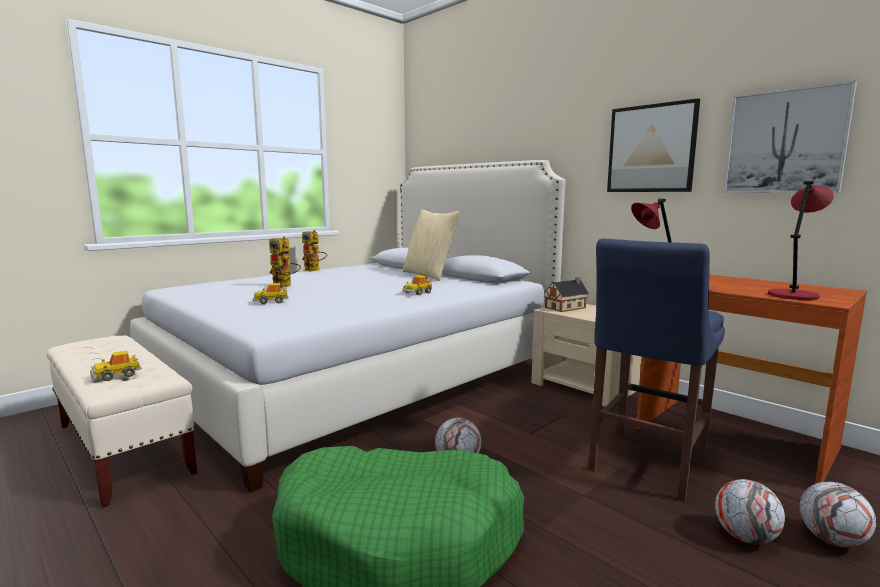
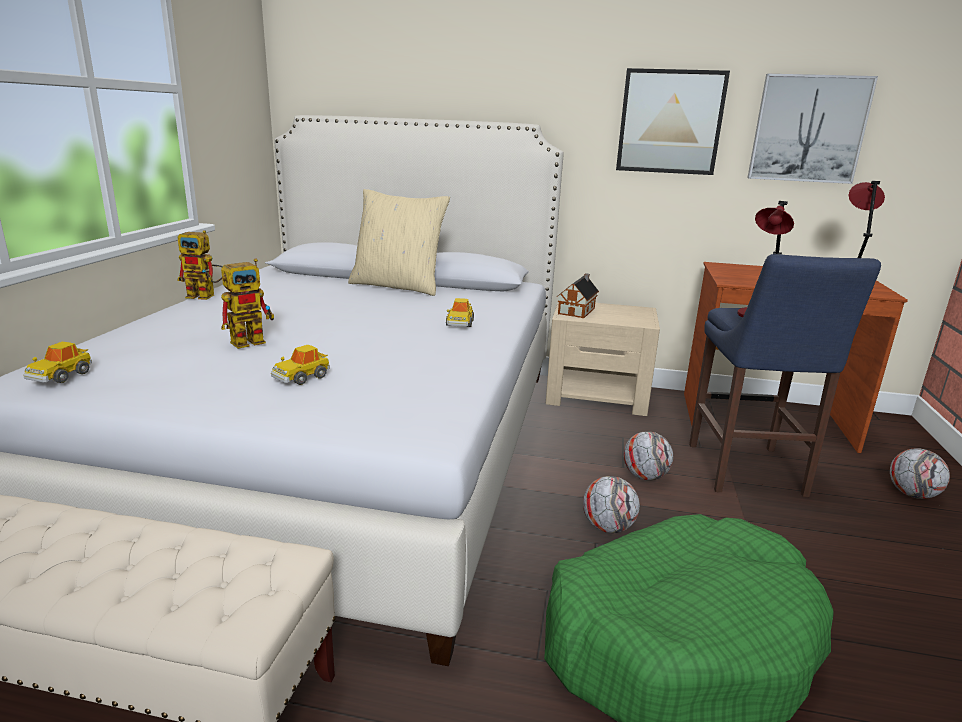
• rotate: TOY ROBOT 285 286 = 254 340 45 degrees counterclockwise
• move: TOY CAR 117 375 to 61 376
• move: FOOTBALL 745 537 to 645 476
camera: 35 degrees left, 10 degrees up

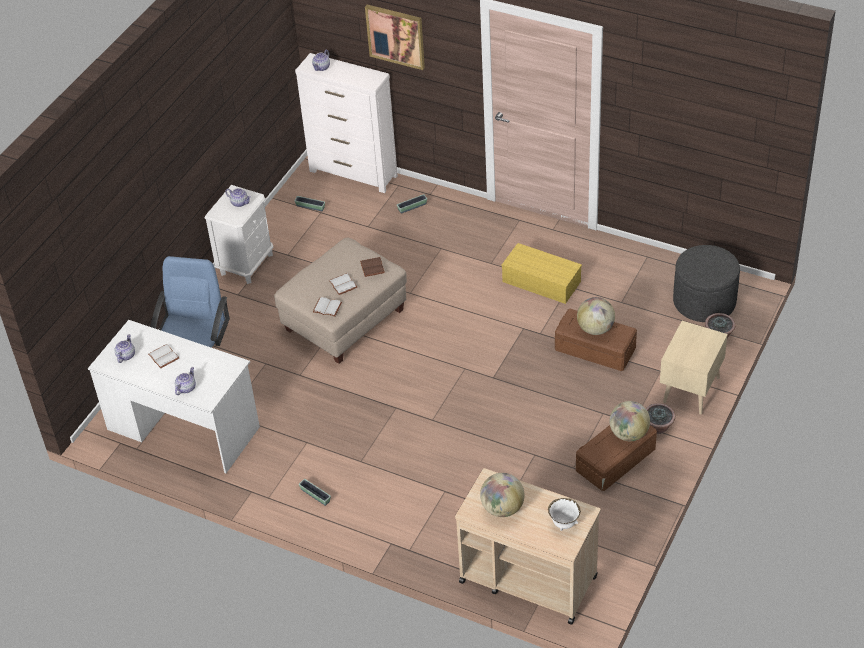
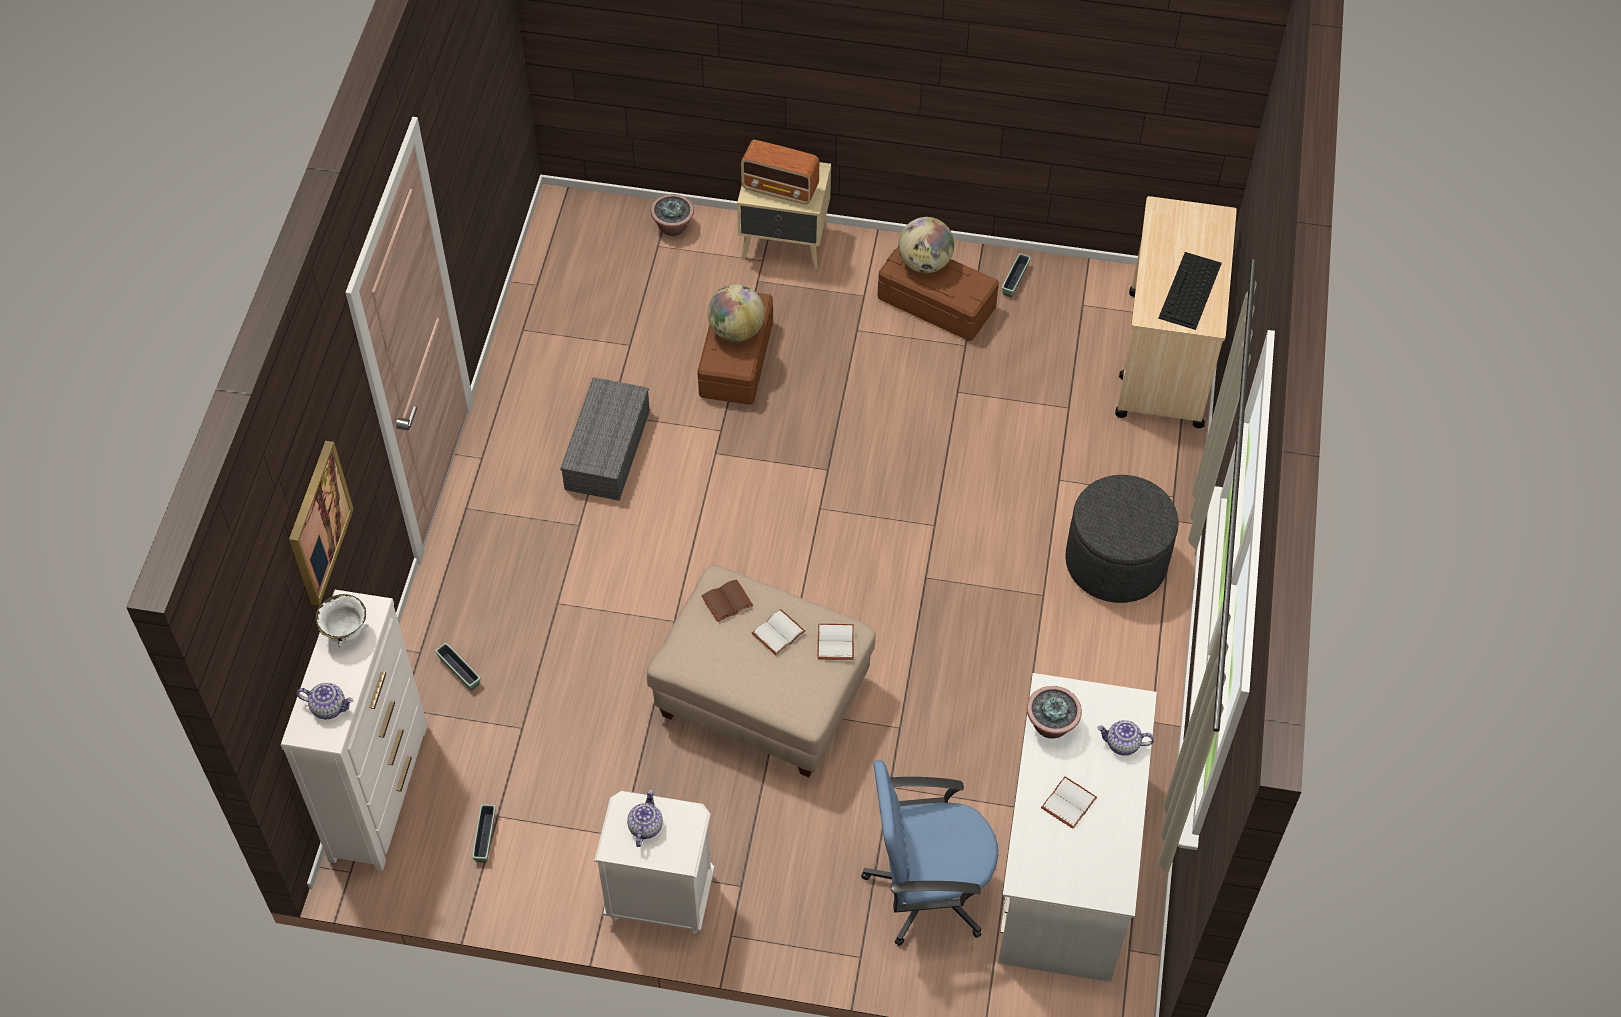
• recolor: YELLOW STORAGE BOX 540 282 to GREY STORAGE BOX 608 451
• move: GREY OTTOMAN 704 302 to 1115 562
• delete: TEAPOT 126 355
• move: POTTED PLANT 658 427 to 1050 725
• replace: GLOBE 502 508 to KEYBOARD 1190 291
• move: PLANTER 315 495 to 1015 280
• move: WHITE BOWL 564 523 to 346 633
• insert: RADIO 781 189
camera: 110 degrees left, 10 degrees up

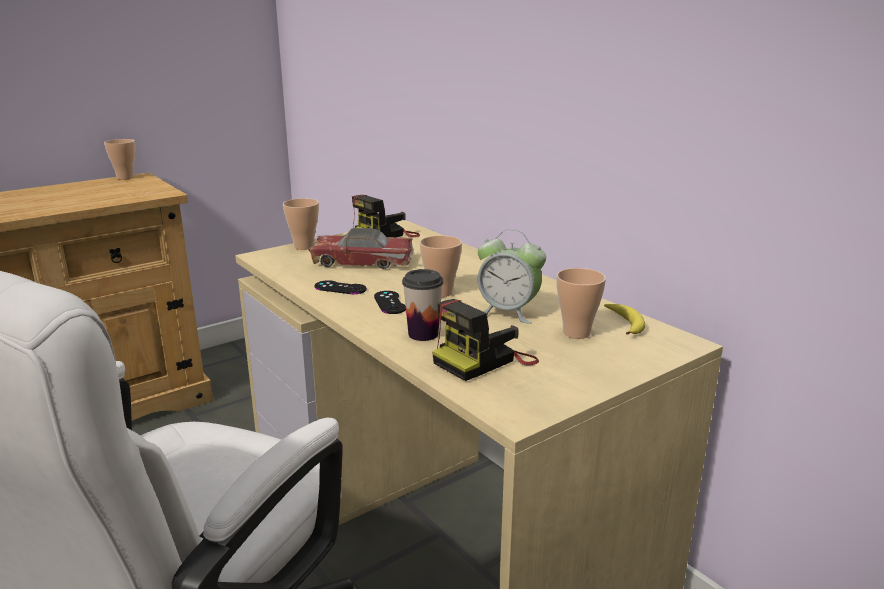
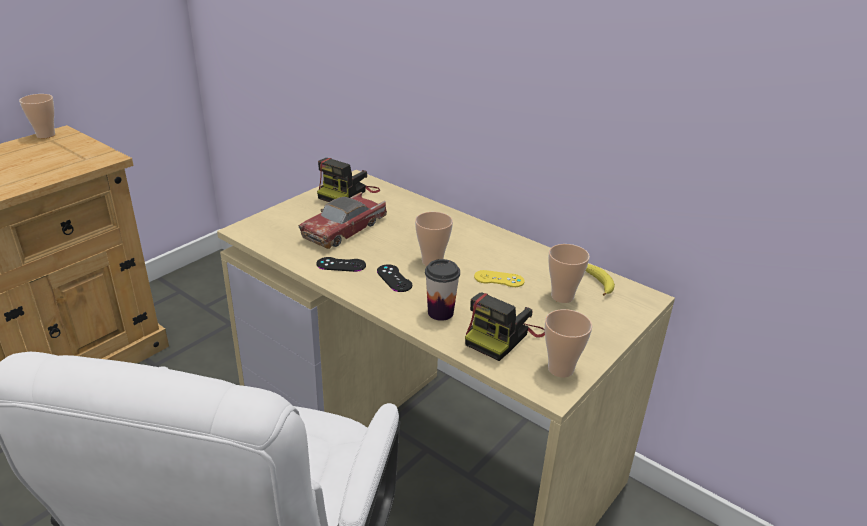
• move: CUP 304 246 to 560 369
• rotate: TOY CAR 362 262 = 344 229 45 degrees counterclockwise
• replace: ALARM CLOCK 508 312 to YELLOW GAME CONTROLLER 499 279
camera: 15 degrees left, 10 degrees up

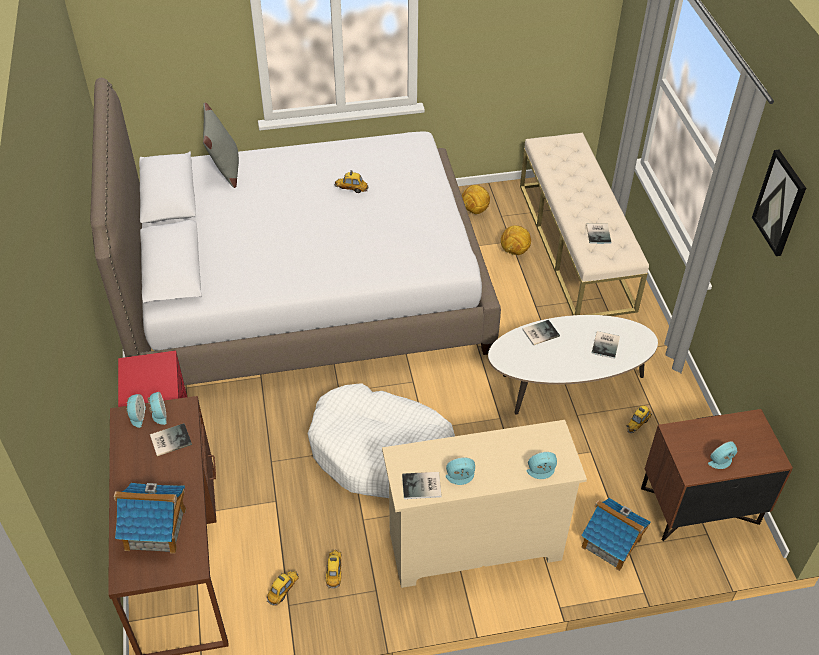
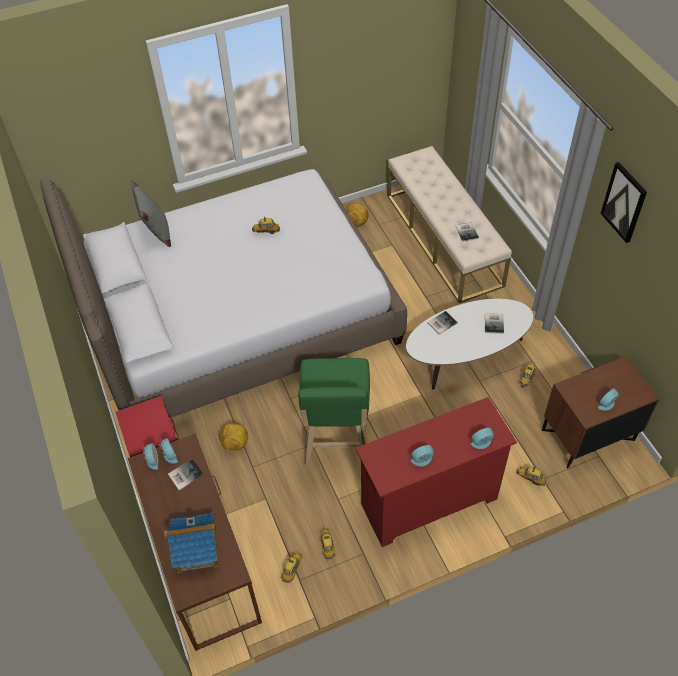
• move: FOOTBALL 515 251 to 235 444
• replace: WHITE DOG BED 380 452 to GREEN STOOL 336 441
• recolor: BEIGE DRESSER 474 546 to RED DRESSER 428 502
• delete: BOOK 422 487
• replace: TOY HOUSE 611 543 to TOY CAR 530 478
camera: 10 degrees left, 5 degrees up

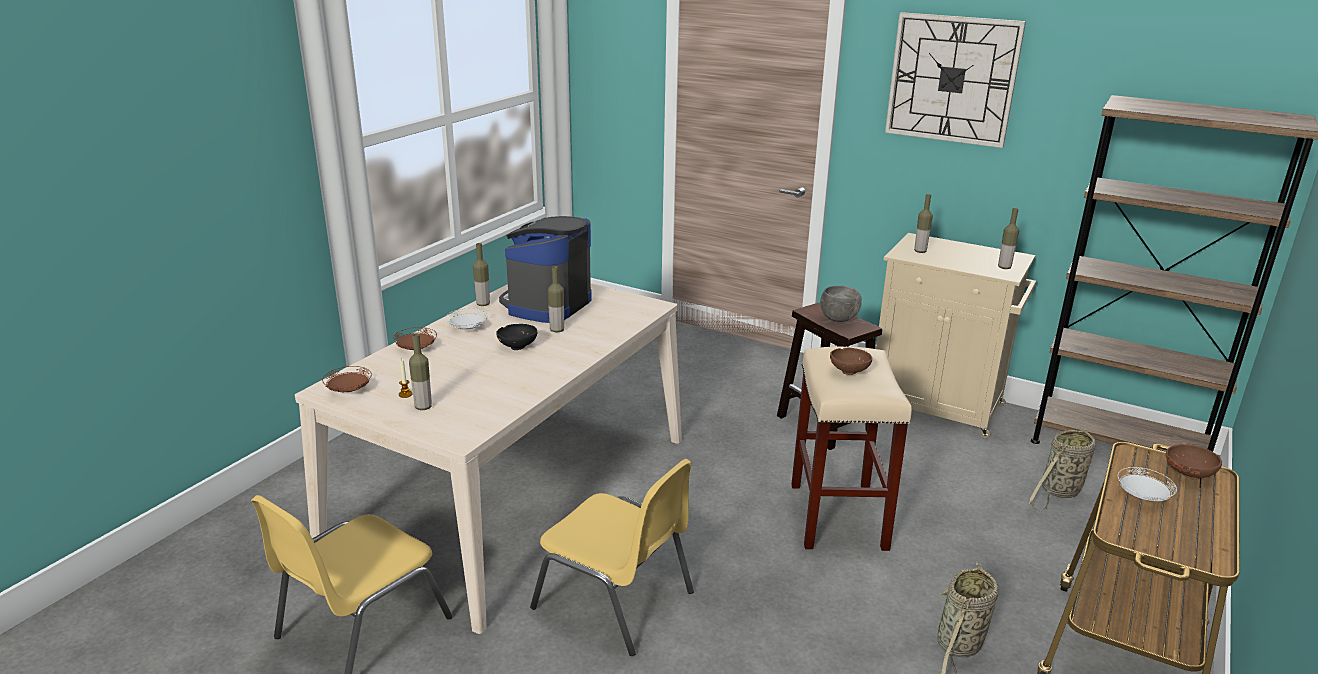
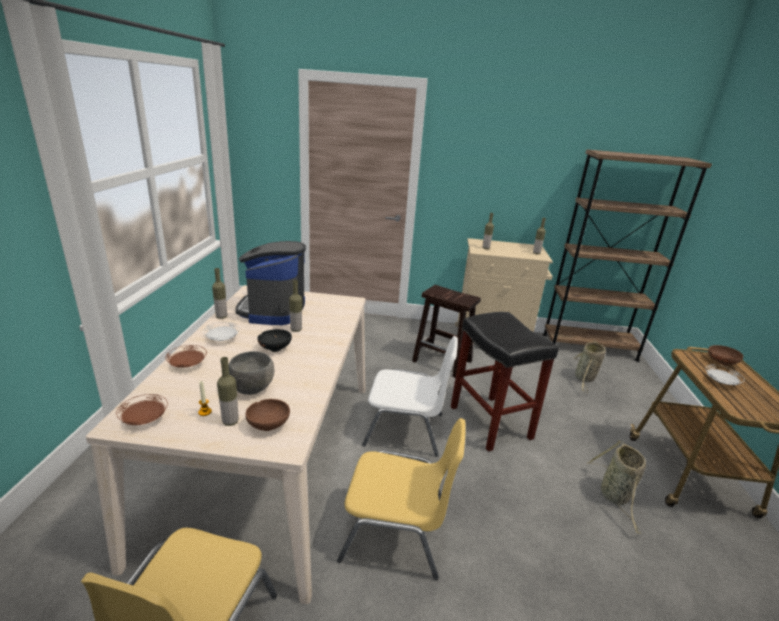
• delete: WALL CLOCK 952 79
• move: GREY BOWL 838 319 to 252 389
• recolor: BEIGE STOOL 839 517 to BLACK STOOL 491 423
• move: BROWN BOWL 849 371 to 269 424
• insert: WHITE CHAIR 406 429
camera: 25 degrees left, 0 degrees up

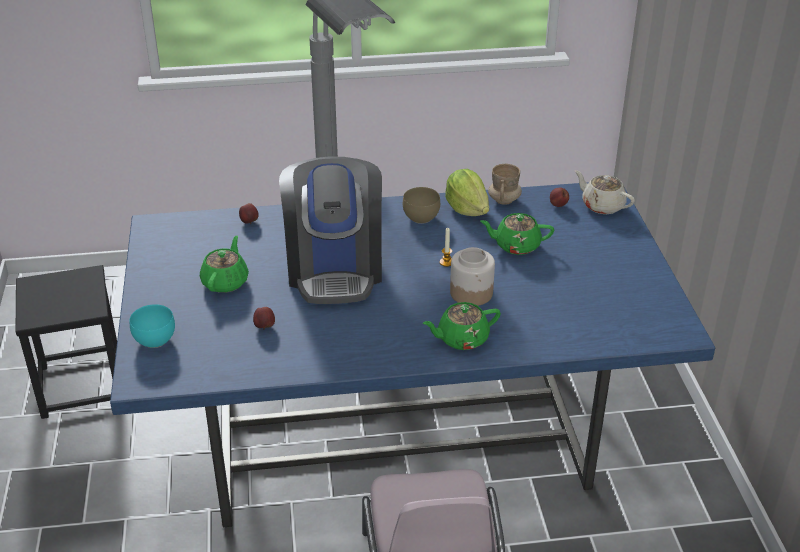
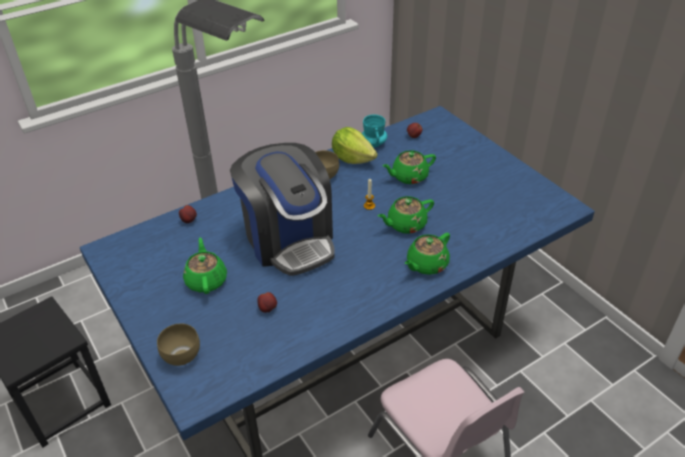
• recolor: BEIGE MUG 504 200 to TURQUOISE MUG 374 144
• delete: BEIGE TEAPOT 602 205
• replace: JAR 471 293 to GREEN TEAPOT 405 224
• recolor: TURQUOISE BOWL 153 340 to BROWN BOWL 180 357
camera: 25 degrees left, 5 degrees up

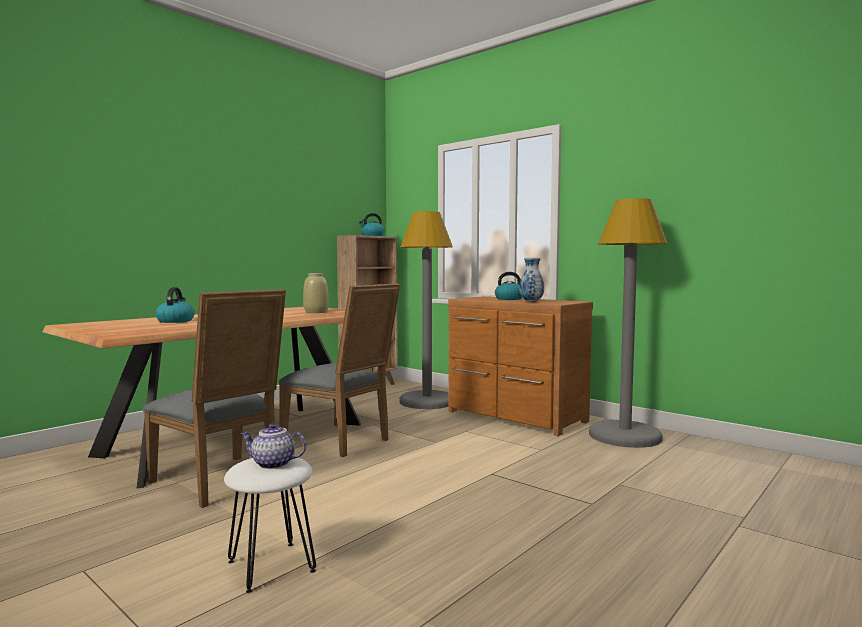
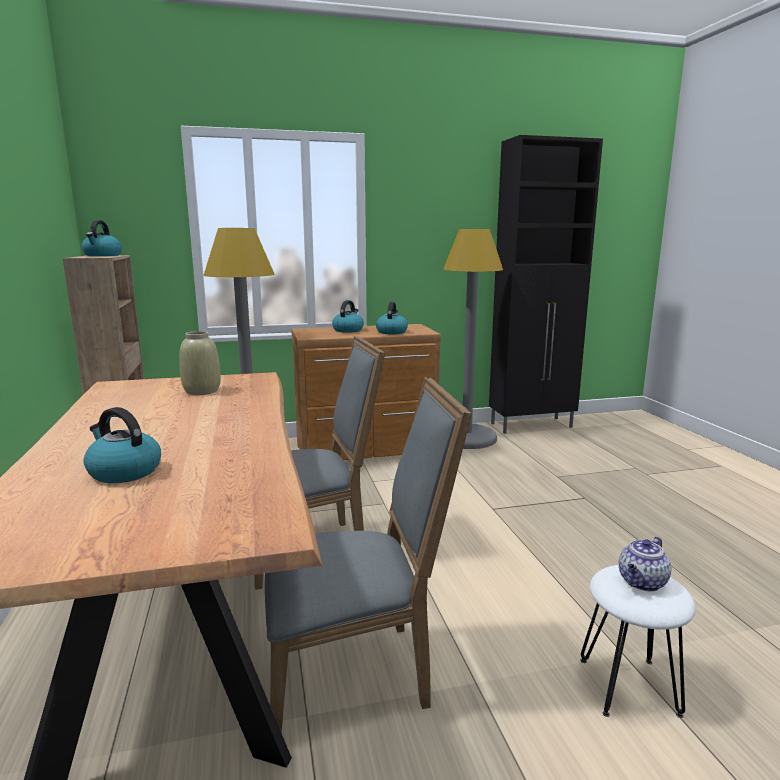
• replace: VASE 531 301 to KETTLE 391 332
• insert: BLACK CABINET 532 425
camera: 55 degrees left, 10 degrees up

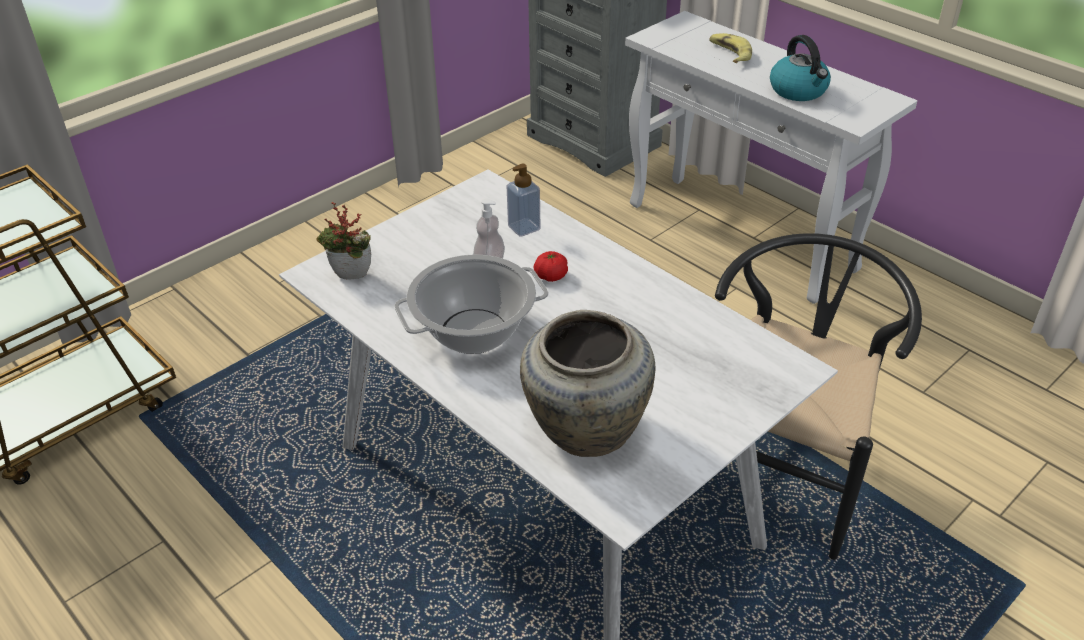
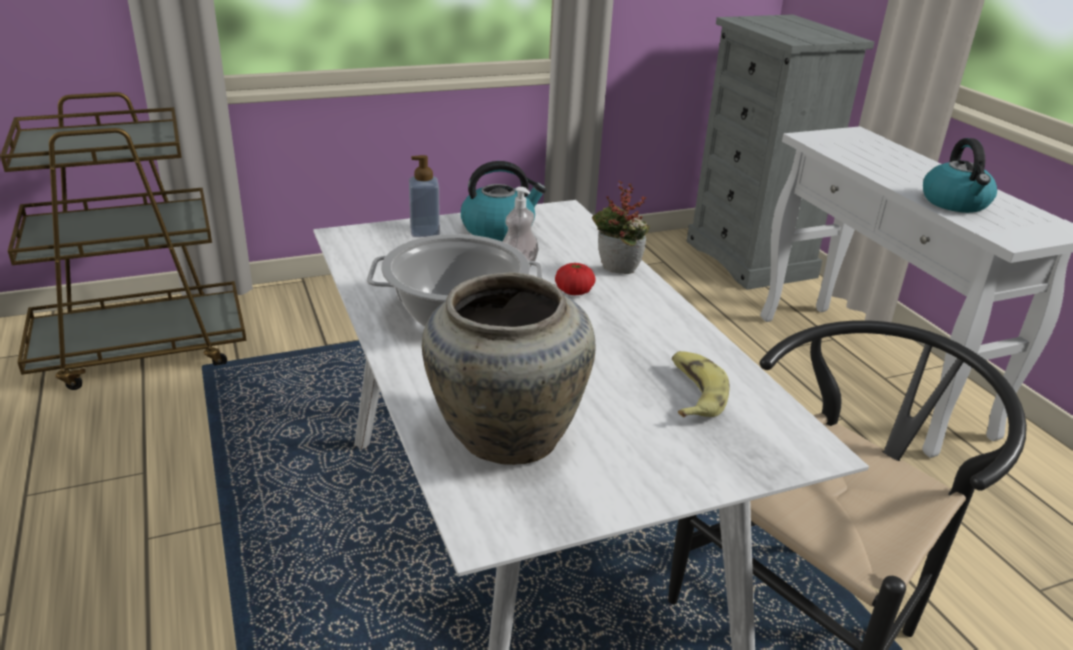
• move: BANANA 729 53 to 693 393
• move: SOAP DISPENSER 524 228 to 424 232
• move: POTTED PLANT 350 278 to 615 272
• insert: KETTLE 499 229
camera: 20 degrees right, 10 degrees down

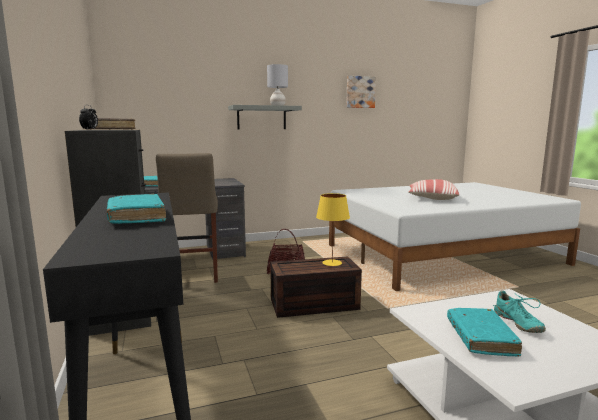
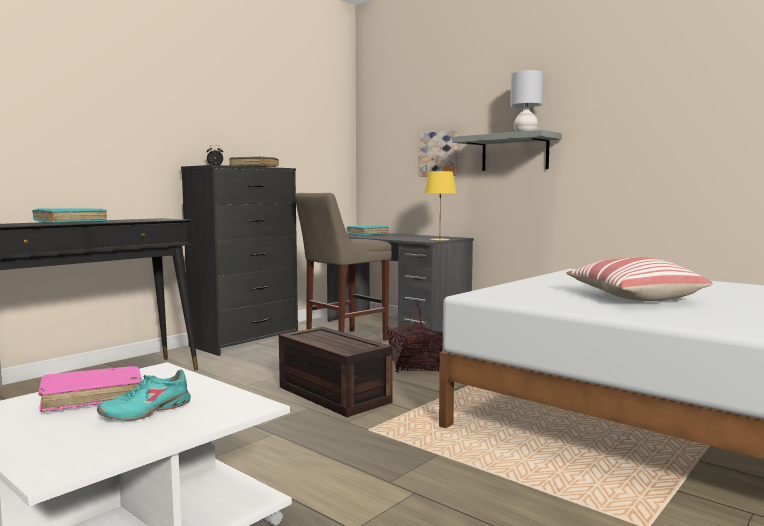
• move: PICTURE 360 92 to 439 154
• move: YELLOW TABLE LAMP 331 262 to 440 239
• recolor: TURQUOISE BOOK 480 338 to PINK BOOK 92 397
camera: 60 degrees right, 5 degrees down

